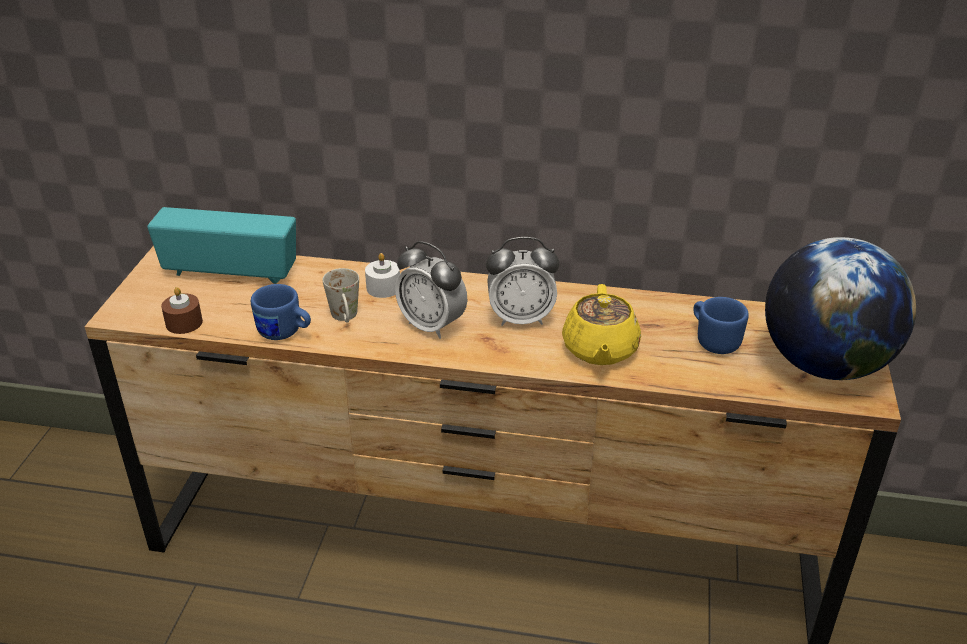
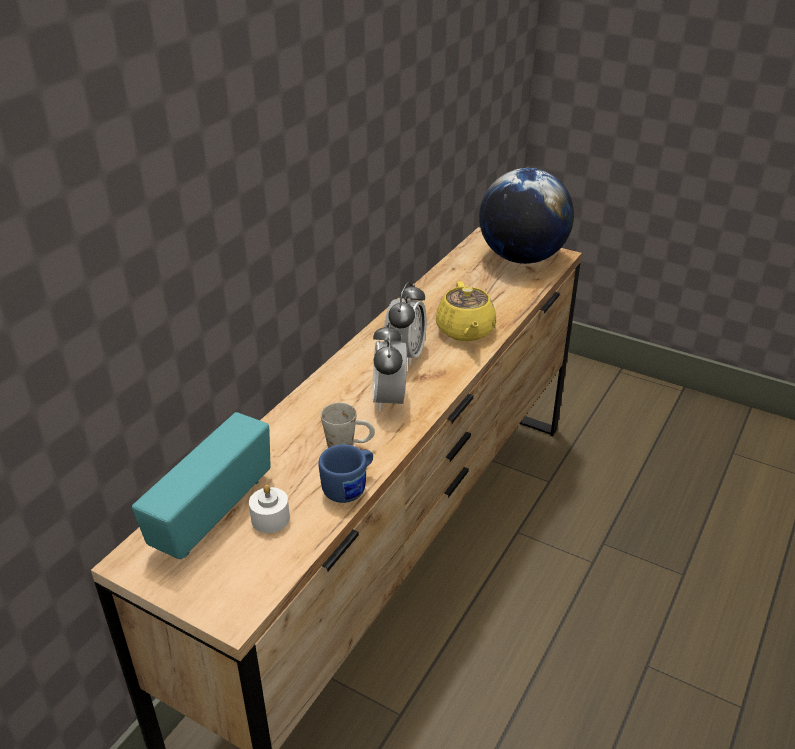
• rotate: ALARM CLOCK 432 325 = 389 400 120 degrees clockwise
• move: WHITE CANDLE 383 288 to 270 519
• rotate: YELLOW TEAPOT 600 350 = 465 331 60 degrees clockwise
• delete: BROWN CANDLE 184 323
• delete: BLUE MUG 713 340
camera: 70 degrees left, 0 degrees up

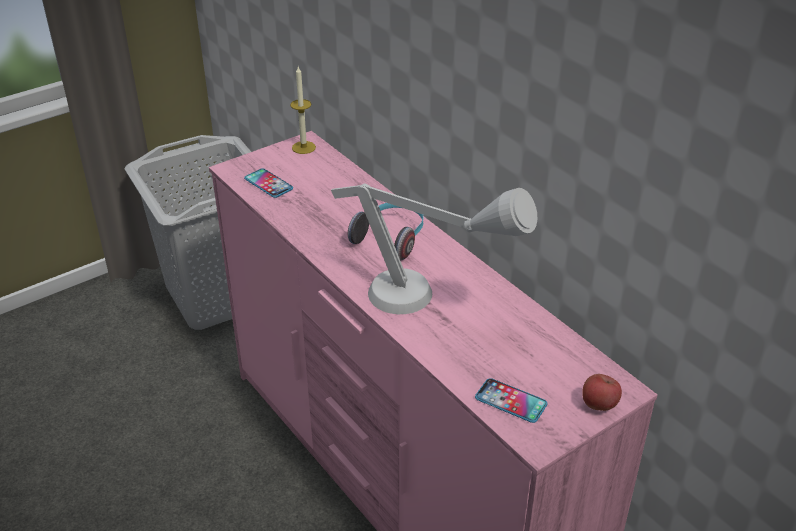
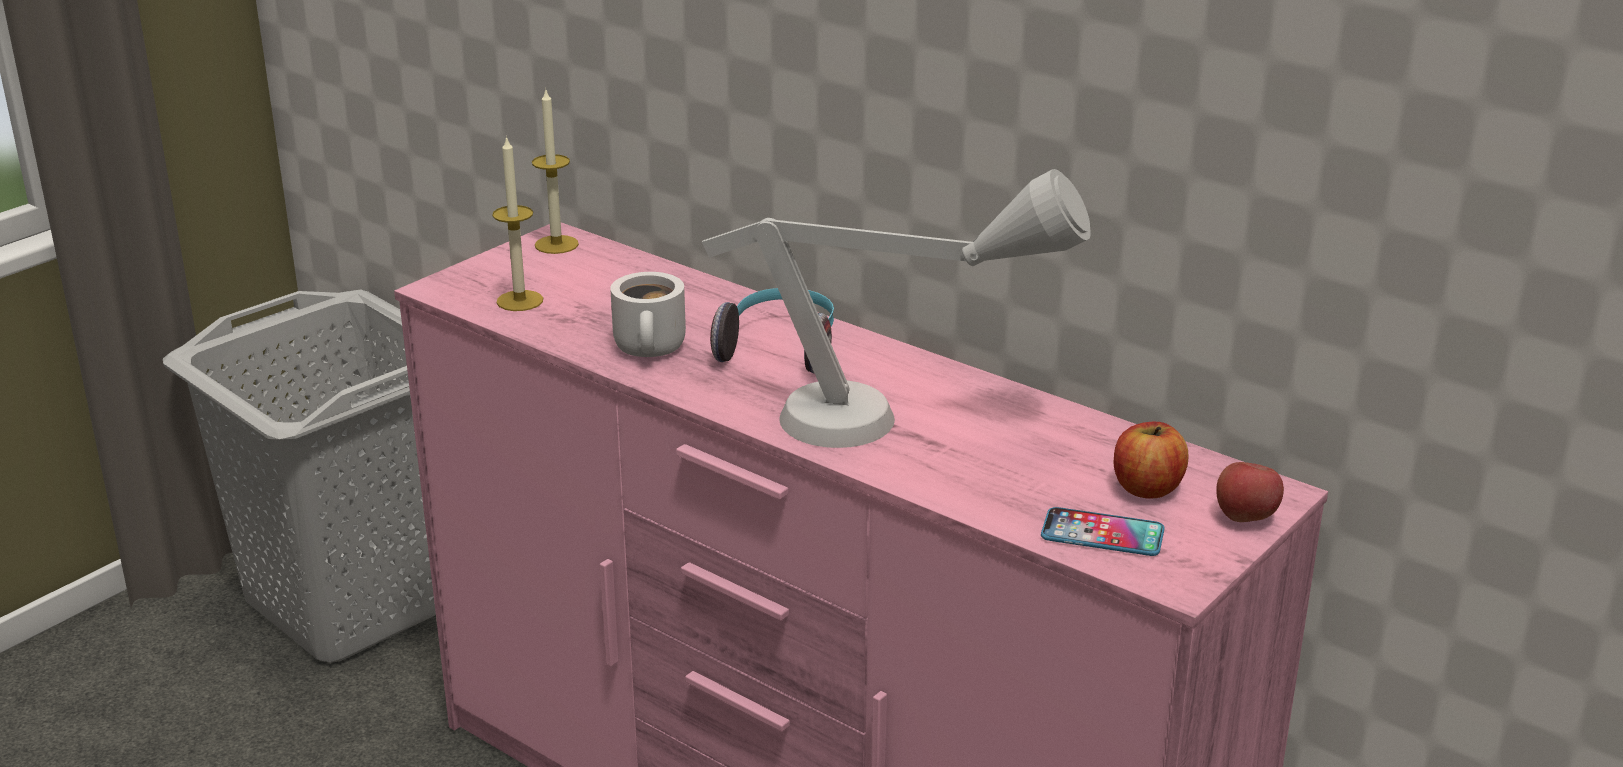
• replace: PHONE 268 184 to CANDLE 520 301
• insert: WHITE MUG 653 349
• insert: APPLE 1147 488
camera: 15 degrees left, 10 degrees down

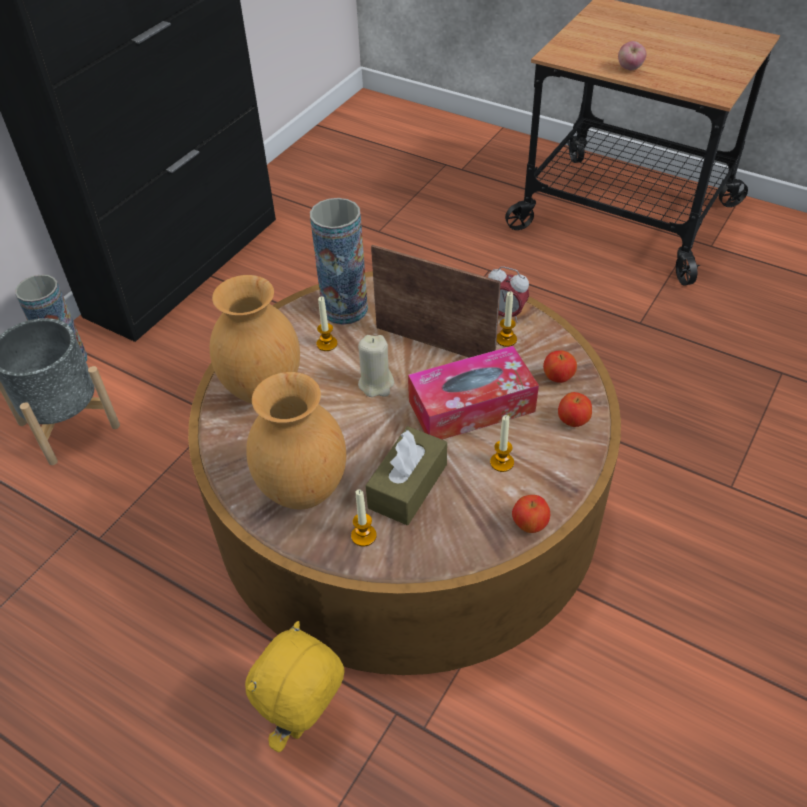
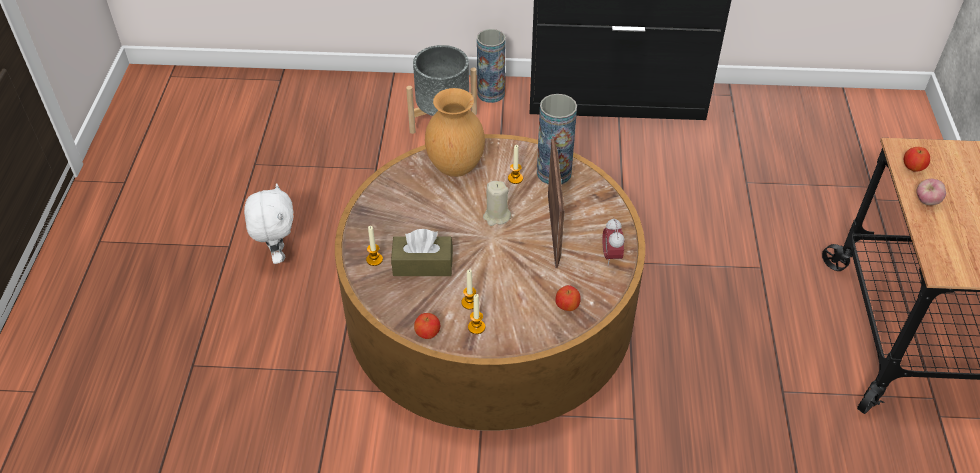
• move: CANDLE 506 339 to 476 327
• delete: TISSUE BOX 471 406
• delete: BROWN VASE 302 491
• move: APPLE 573 421 to 912 168
• delete: YELLOW PLUSH TOY 306 722
• insert: WHITE PLUSH TOY 277 254
camera: 60 degrees right, 0 degrees up

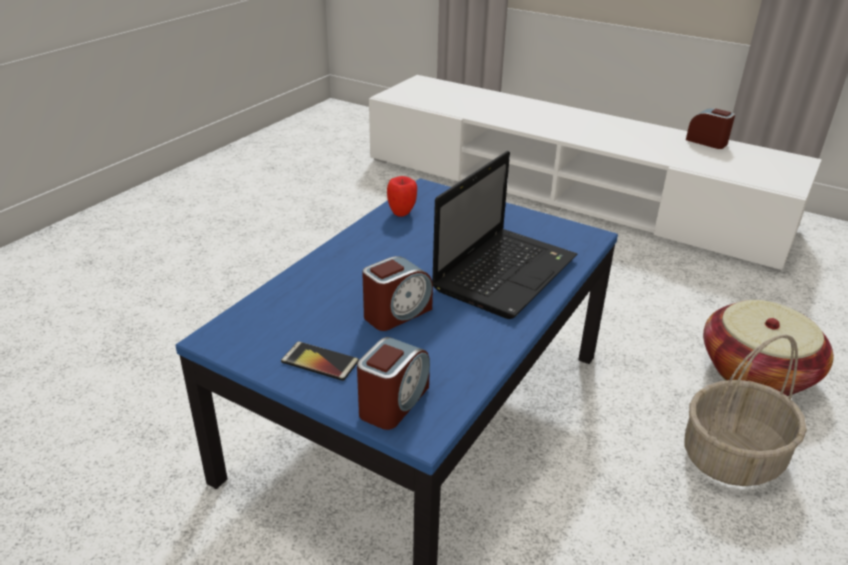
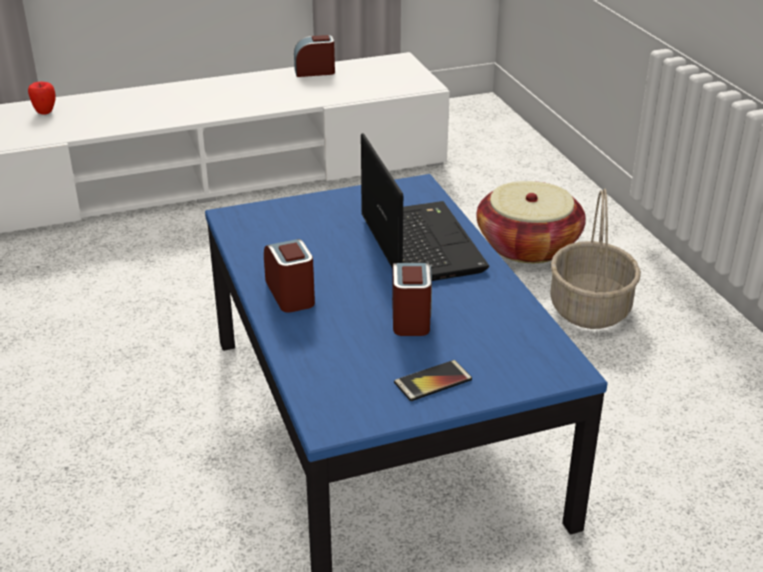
• move: APPLE 402 213 to 45 112
• move: ALARM CLOCK 393 402 to 291 294
camera: 50 degrees left, 0 degrees up

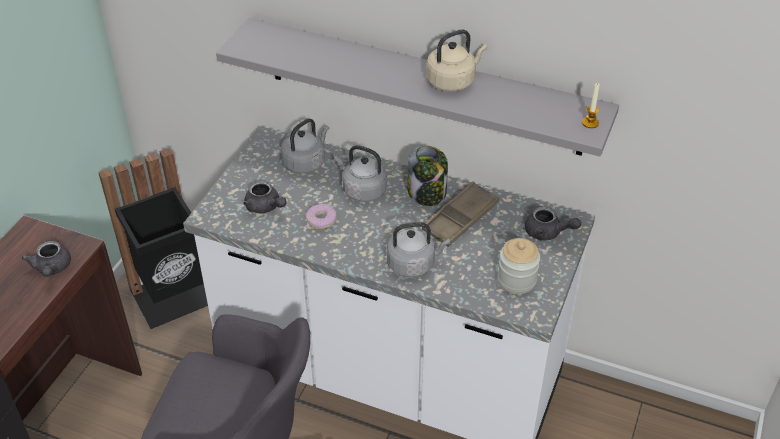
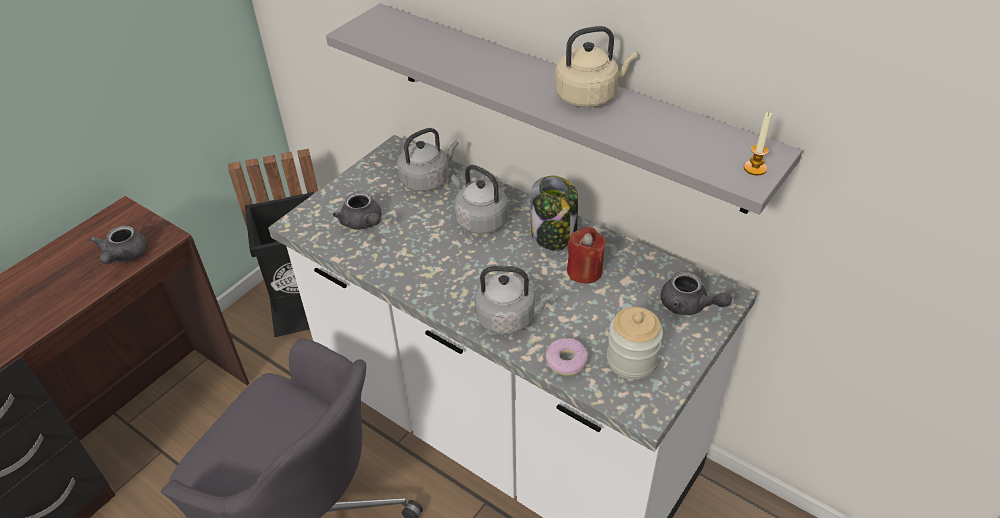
• replace: BROWN TRAY 460 219 to RED CANDLE 584 271
• move: DONUT 321 220 to 566 361
camera: 15 degrees right, 0 degrees up

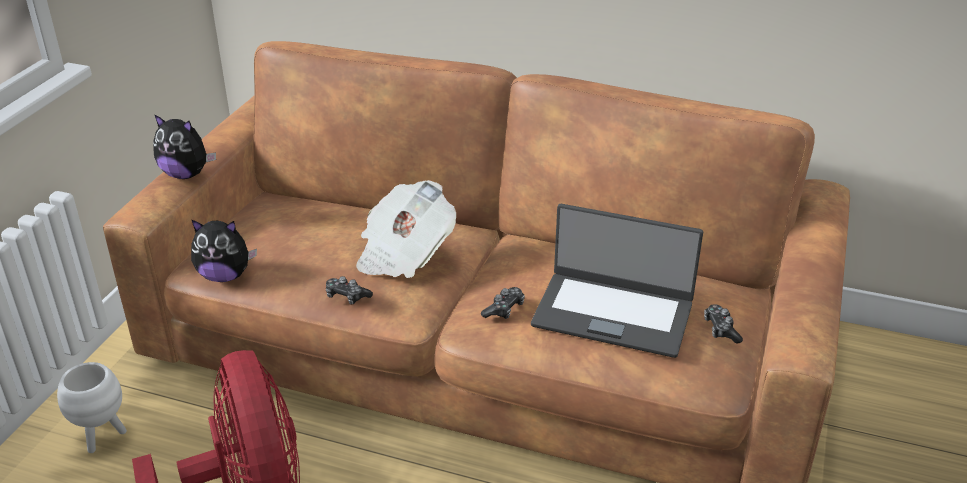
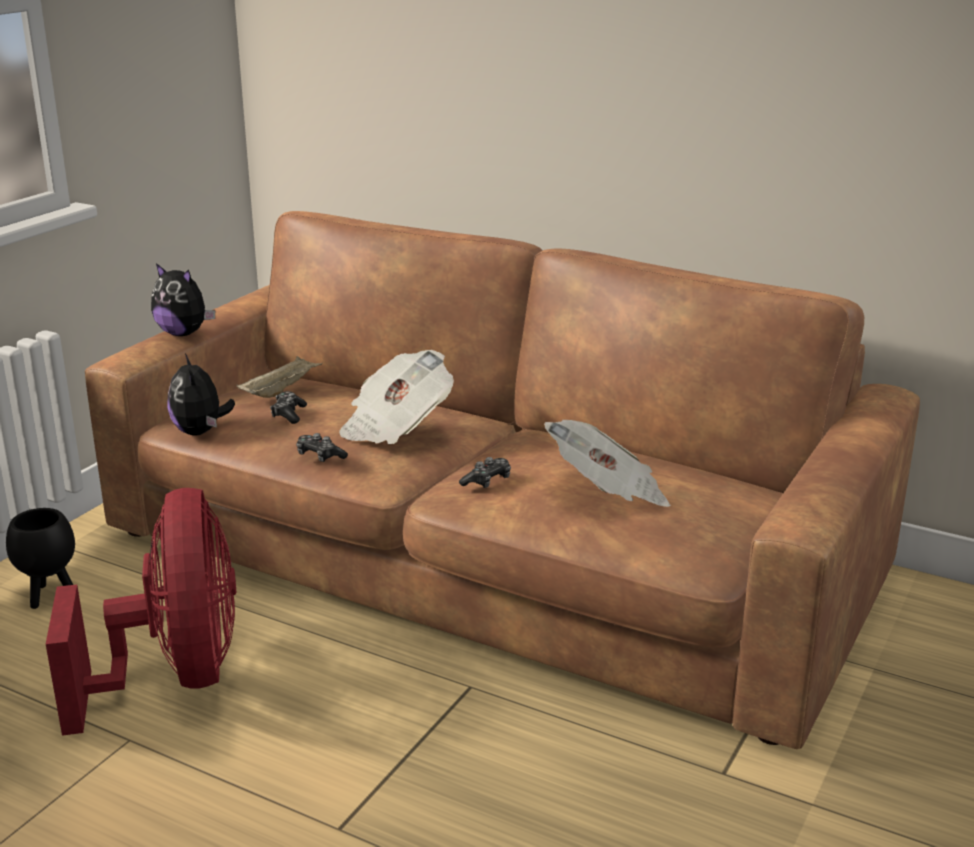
• replace: LAPTOP 613 313 to NEWSPAPER 607 493
• rotate: PLUSH TOY 225 276 = 200 432 60 degrees clockwise
• move: GAME CONTROLLER 721 329 to 288 414
• recolor: WHITE PLANTER 102 436 to BLACK PLANTER 50 596
• insert: BEIGE TRAY 281 390
camera: 10 degrees right, 10 degrees down

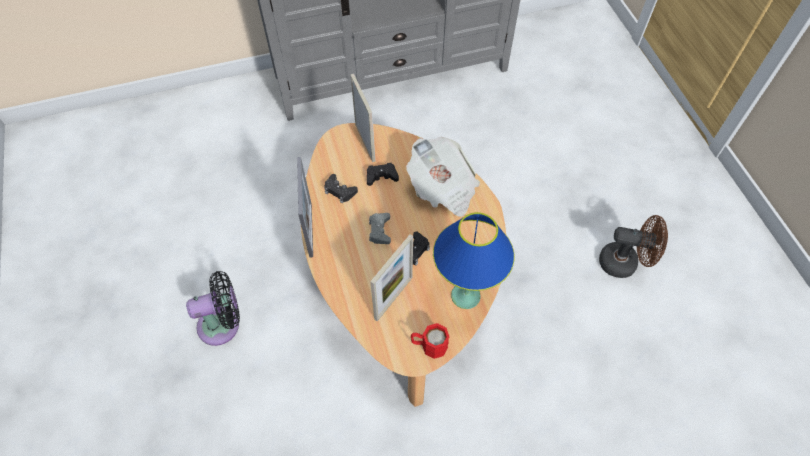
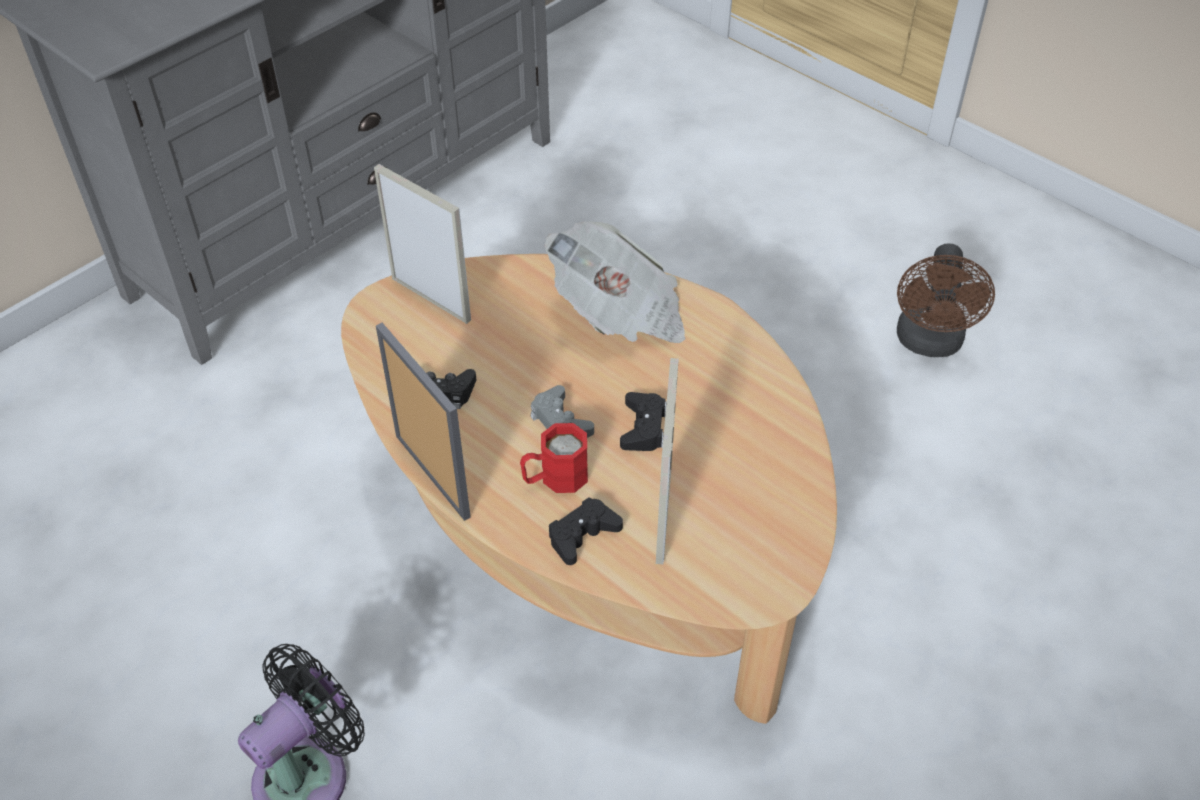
• move: BLACK GAME CONTROLLER 381 176 to 582 535
• delete: BLUE TABLE LAMP 466 296
• rotate: BROWN FAN 624 263 = 929 343 120 degrees clockwise
• move: RED MUG 429 345 to 555 478
camera: 30 degrees left, 10 degrees down

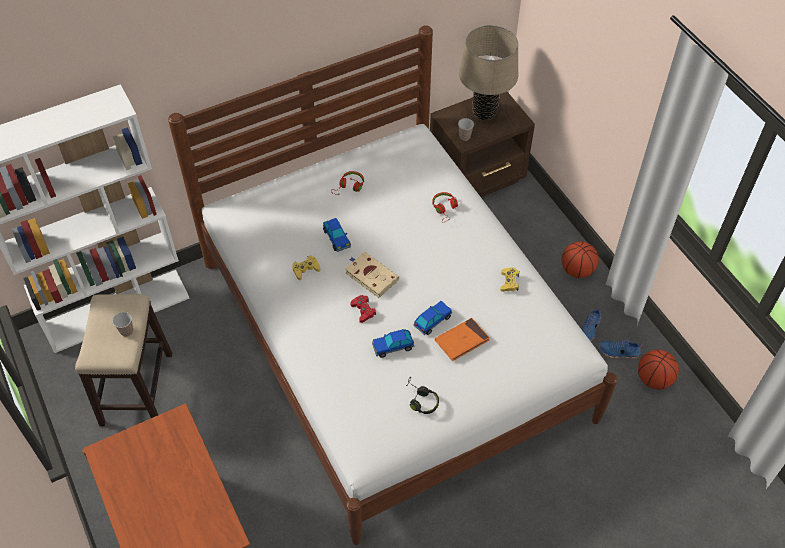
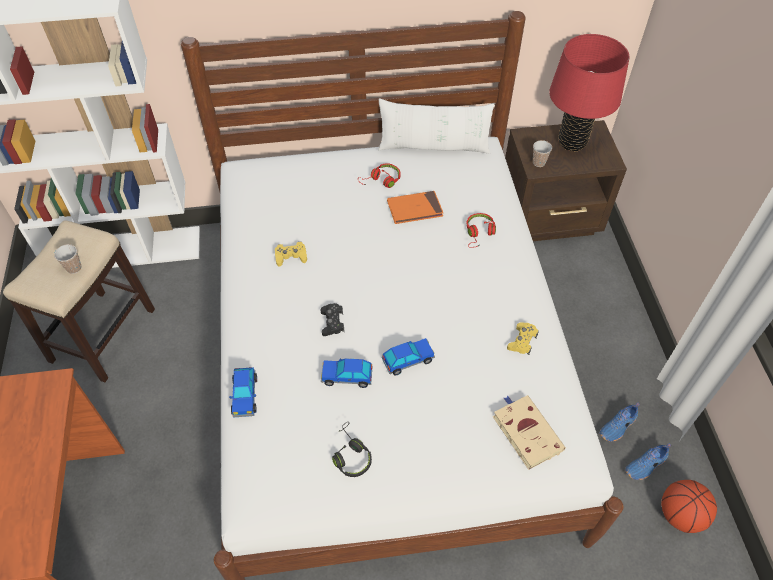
• recolor: BEIGE TABLE LAMP 484 112 to RED TABLE LAMP 572 142
• move: TOY CAR 336 238 to 245 396
• delete: BASKETBALL 577 270
• move: BEIGE BOOK 370 276 to 525 432
• recolor: RED GAME CONTROLLER 363 310 to BLACK GAME CONTROLLER 332 322
• move: ORANGE BOOK 462 340 to 414 209
• rotate: BLUE SHOE 618 352 = 646 466 60 degrees counterclockwise
• insert: WHITE PILLOW 434 146
camera: 20 degrees right, 0 degrees up

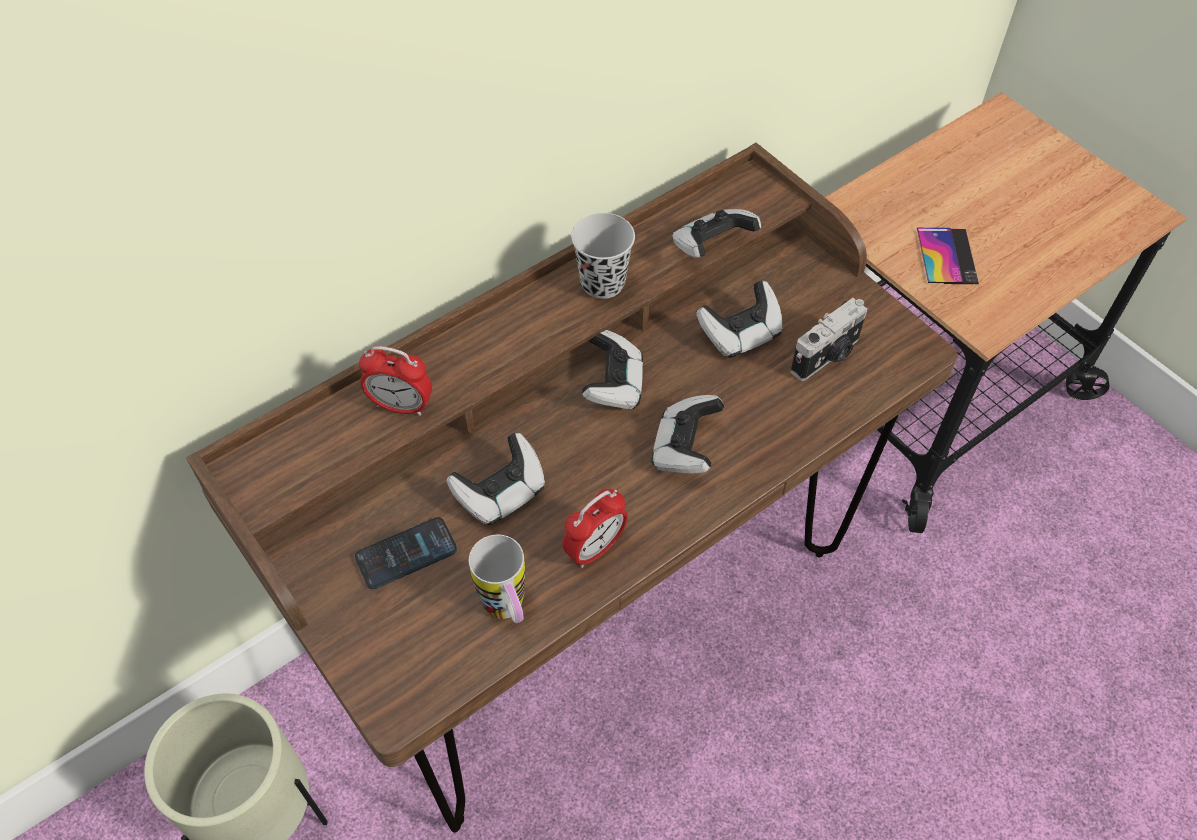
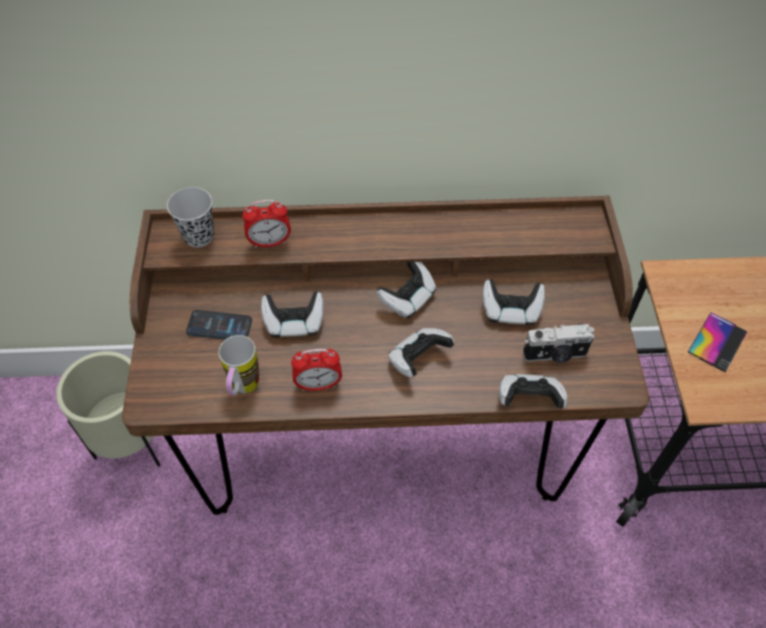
• move: GAME CONTROLLER 711 247 to 529 399
• move: BLACK CUP 602 283 to 199 236
• rotate: ALARM CLOCK 401 406 = 270 242 60 degrees counterclockwise
camera: 35 degrees right, 0 degrees up

